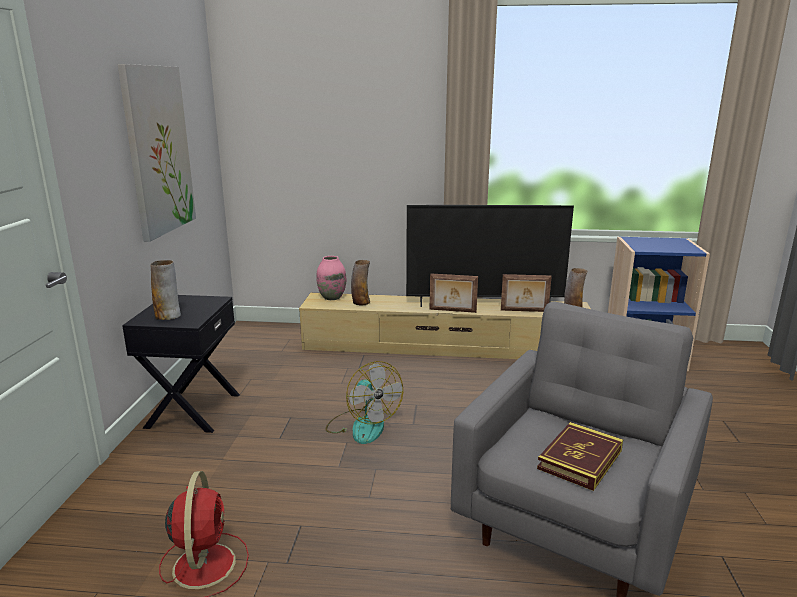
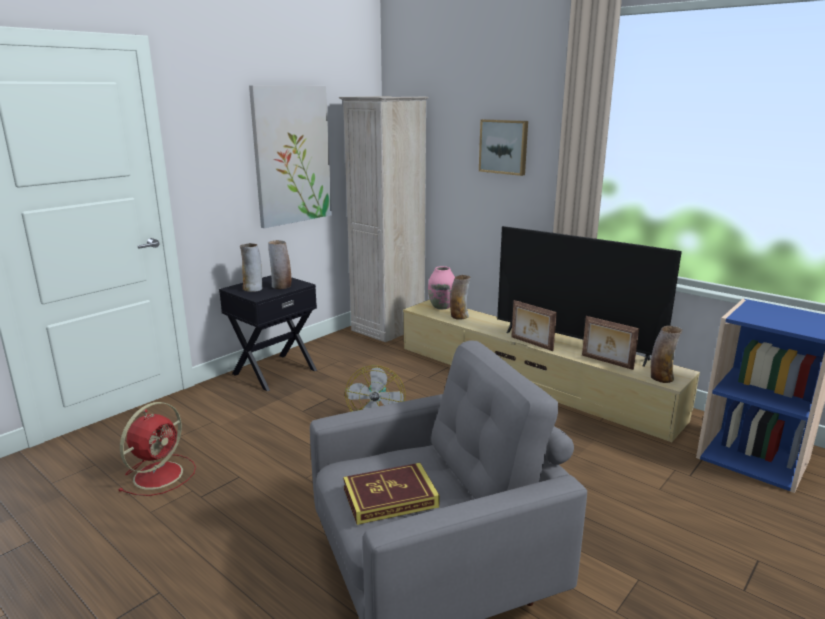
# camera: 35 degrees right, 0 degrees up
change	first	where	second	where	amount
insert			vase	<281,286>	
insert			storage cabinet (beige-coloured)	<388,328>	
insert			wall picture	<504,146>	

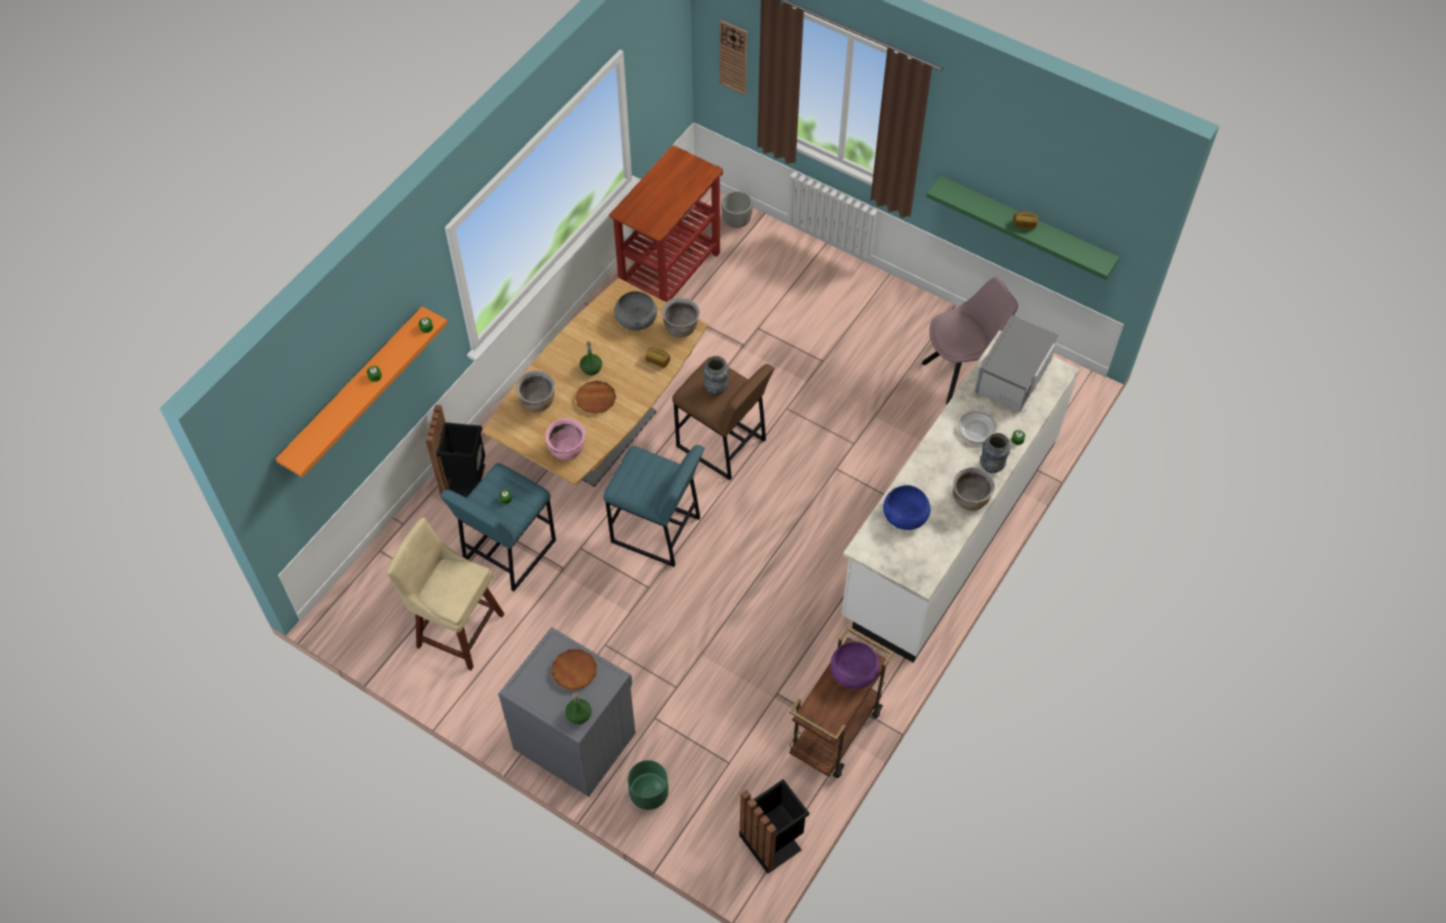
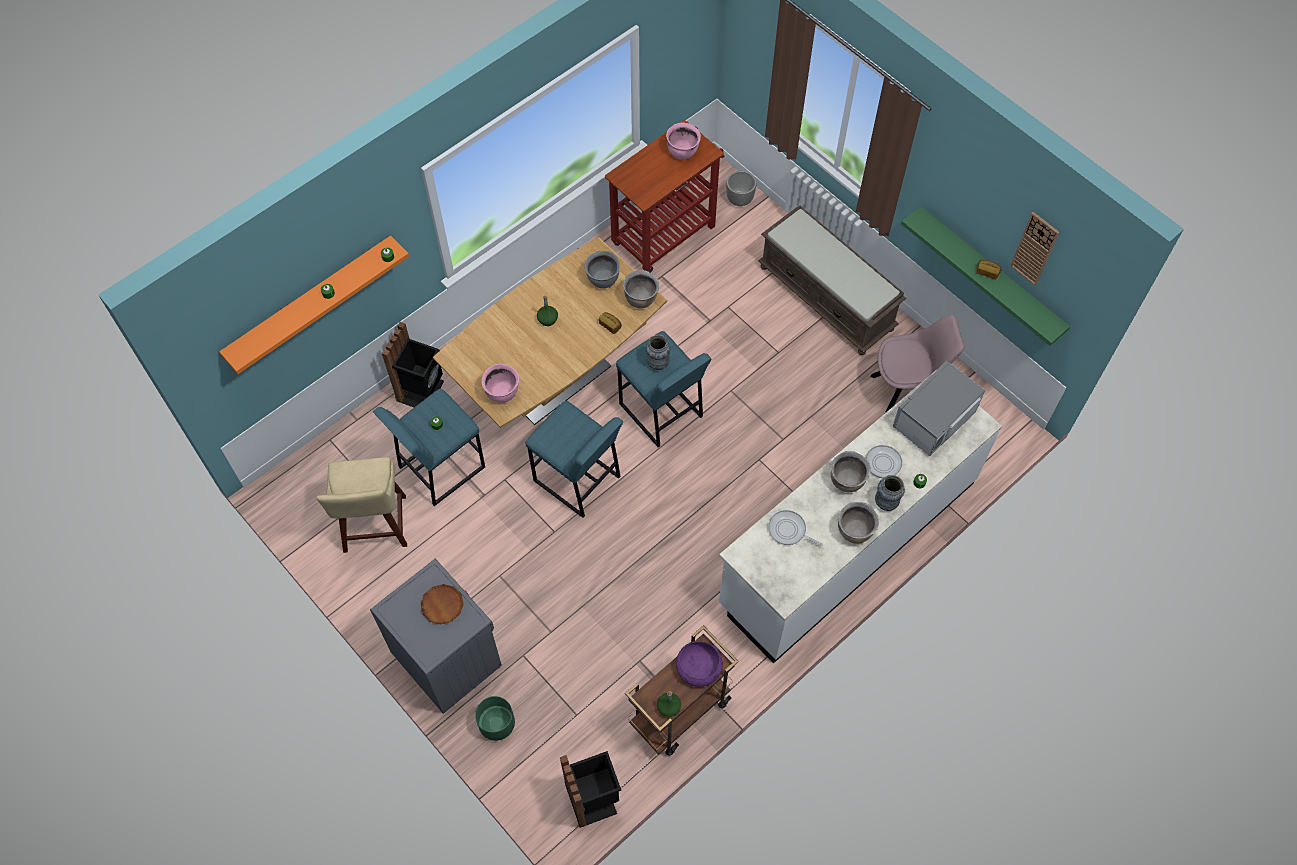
# camera: 15 degrees right, 5 degrees up
change	first	where	second	where	amount
rotate	upright chair (beige-coloured)	<456,628>		<374,528>	135 degrees counterclockwise
replace	serving bowl (greyish)	<636,318>	saucepot (greyish)	<603,280>	
recolor	sitting stool (brown)	<723,444>	sitting stool (blue-coloured)	<662,411>	
move	drink bottle (green)	<579,715>		<669,707>	
insert			saucepot (pink-coloured)	<682,152>	
insert			bench (brown)	<827,298>	
replace	serving bowl (blue-coloured)	<905,514>	frying pan	<789,531>	
move	saucepot (brown)	<538,403>		<847,481>	
move	wall clock	<733,57>		<1035,248>	
delete	flat dish (brown)	<596,399>			

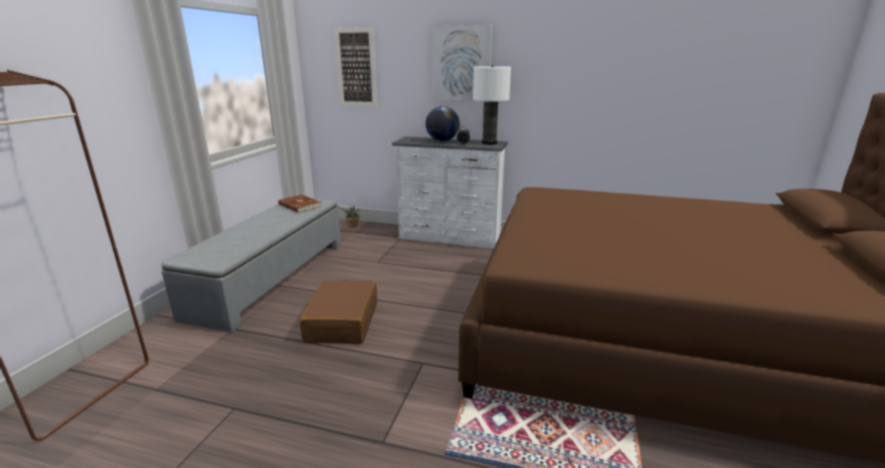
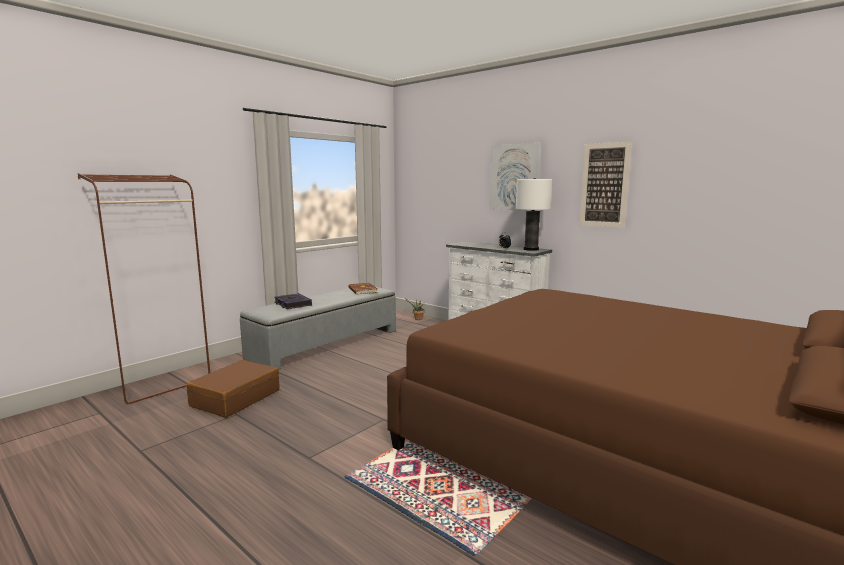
# camera: 25 degrees right, 10 degrees down
change	first	where	second	where	amount
move	travel case (brown)	<342,322>		<235,398>	
insert			volume	<292,304>	
move	wall picture	<356,68>		<604,185>	
delete	desk globe	<442,141>			

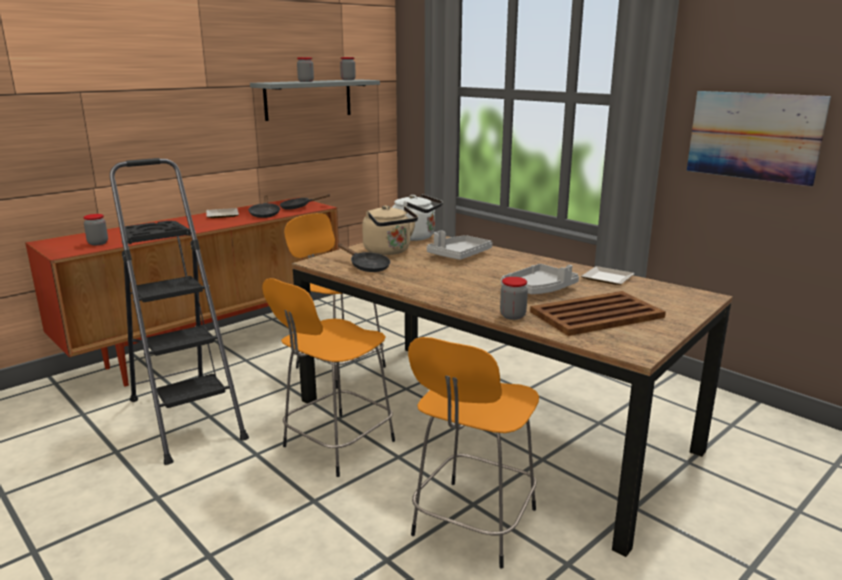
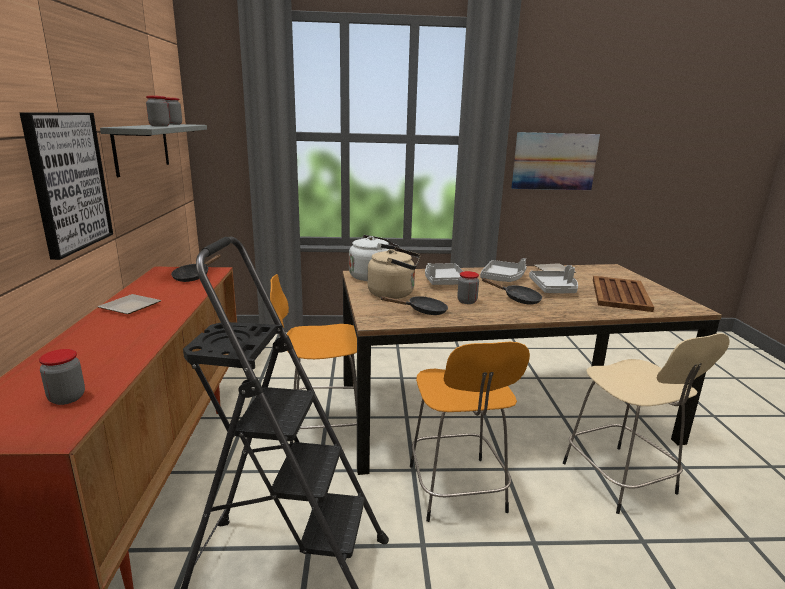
# camera: 50 degrees left, 0 degrees up
change	first	where	second	where	amount
insert			wall picture	<68,182>	
move	preserve jar	<512,316>		<467,301>	
insert			carrying tray (greyish)	<503,278>	
move	frying pan (black-coloured)	<264,214>		<518,299>	
recolor	sitting stool (orangey)	<472,525>	sitting stool (beige-coloured)	<621,480>	

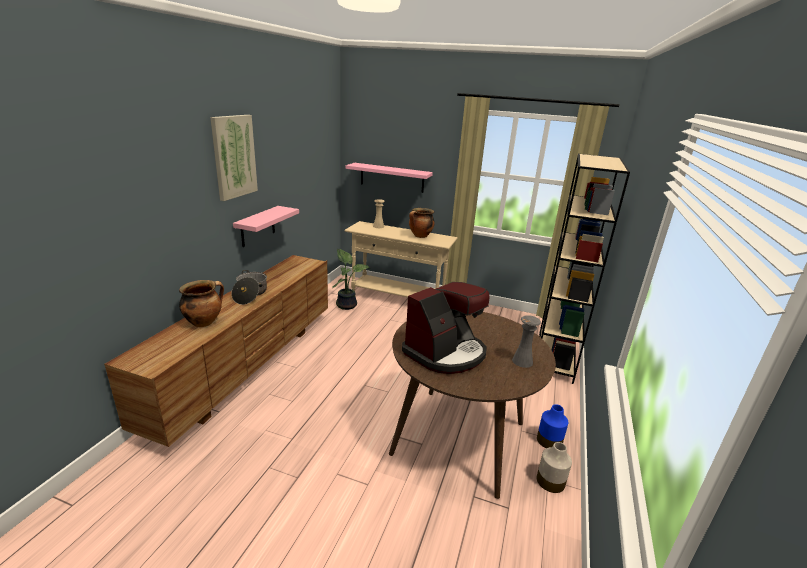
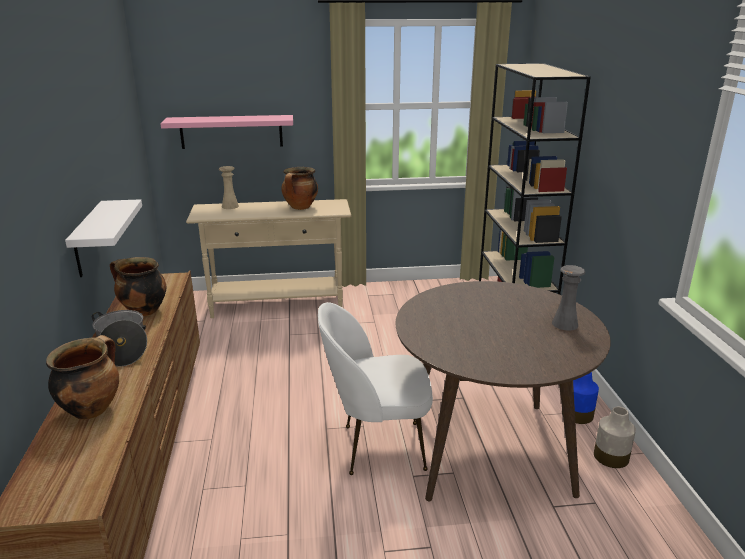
# camera: 25 degrees left, 0 degrees up
change	first	where	second	where	amount
recolor	shelf (pink-coloured)	<258,226>	shelf (white-coloured)	<88,239>	
insert			saucepot	<143,311>	
insert			upright chair (white-coloured)	<375,448>	
delete	wall picture	<234,156>			
delete	houseplant	<347,305>			
delete	coffee maker	<445,353>			

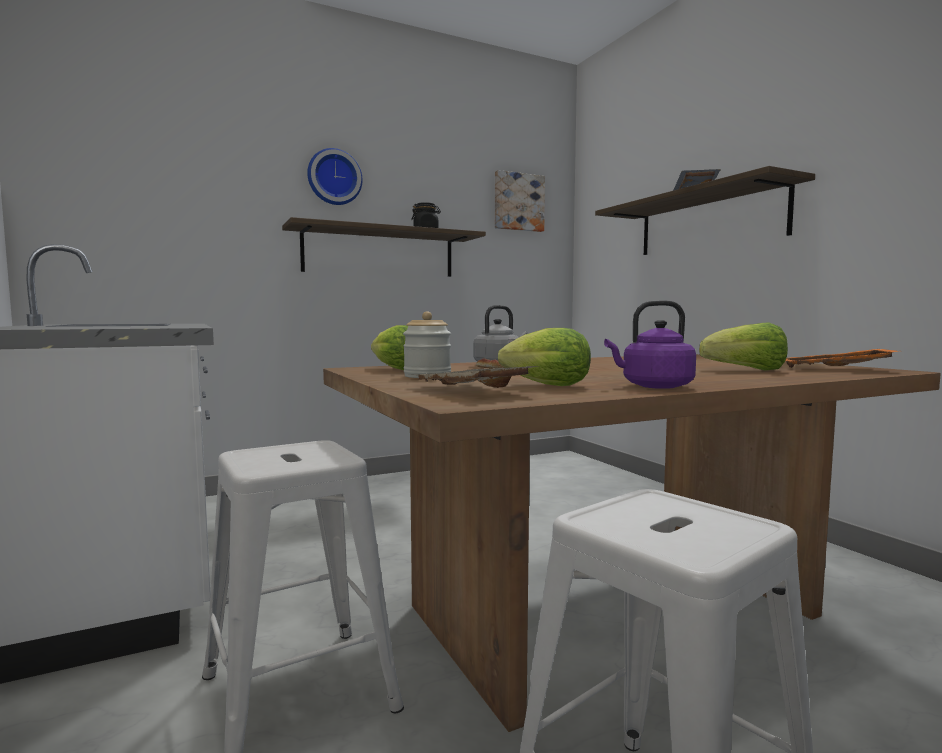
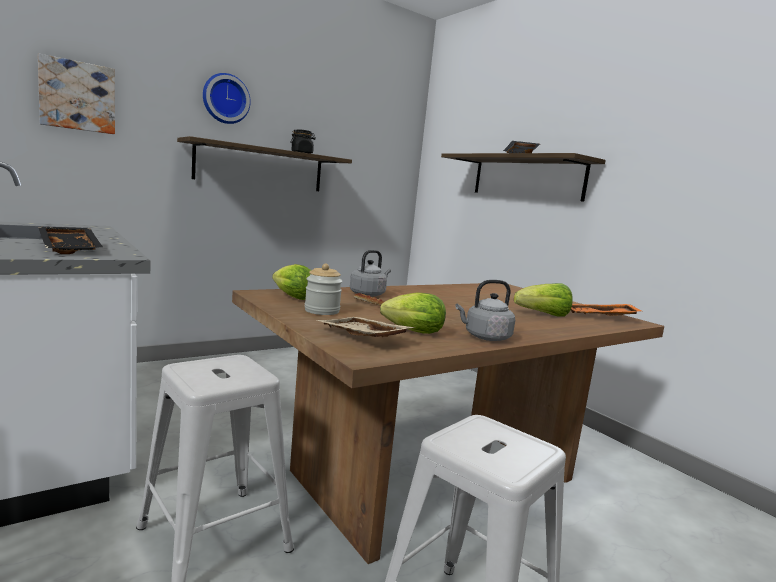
# camera: 10 degrees left, 5 degrees up
change	first	where	second	where	amount
move	wall picture	<518,202>		<77,96>	
insert			carrying tray (black-coloured)	<72,249>	
recolor	kettle (purple)	<653,386>	kettle (greyish)	<485,337>	

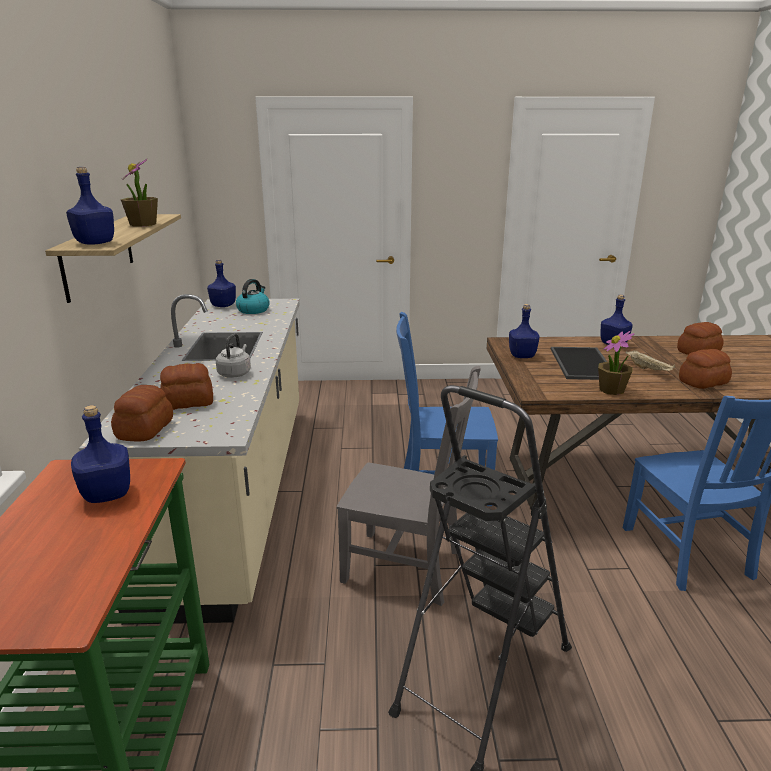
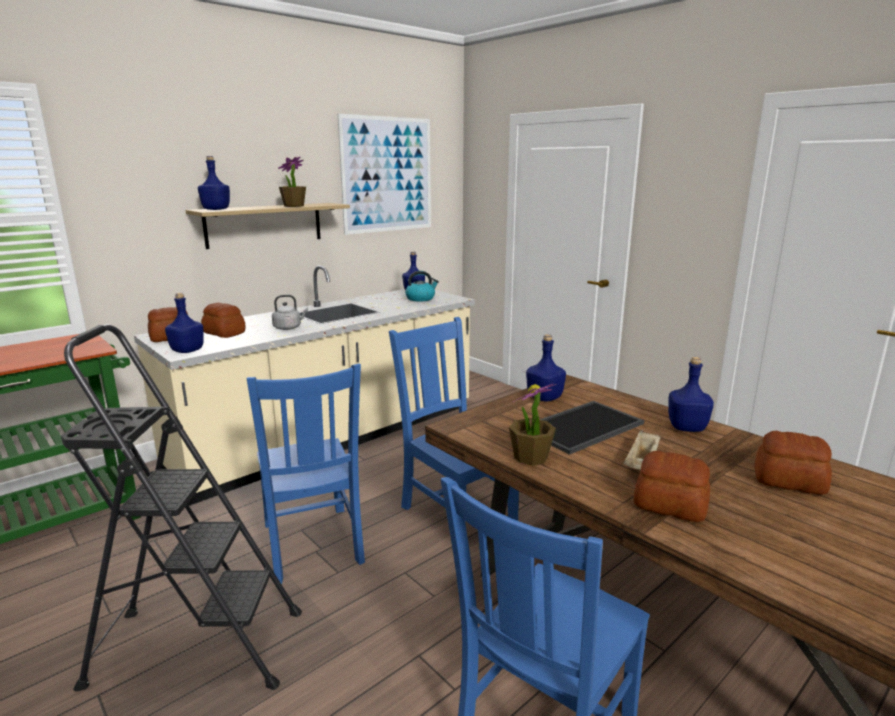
# camera: 50 degrees right, 5 degrees down
change	first	where	second	where	amount
move	drink bottle (blue-coloured)	<107,495>		<187,351>	
recolor	upright chair (greyish)	<407,567>	upright chair (blue-coloured)	<312,545>	
insert			wall picture	<387,175>	

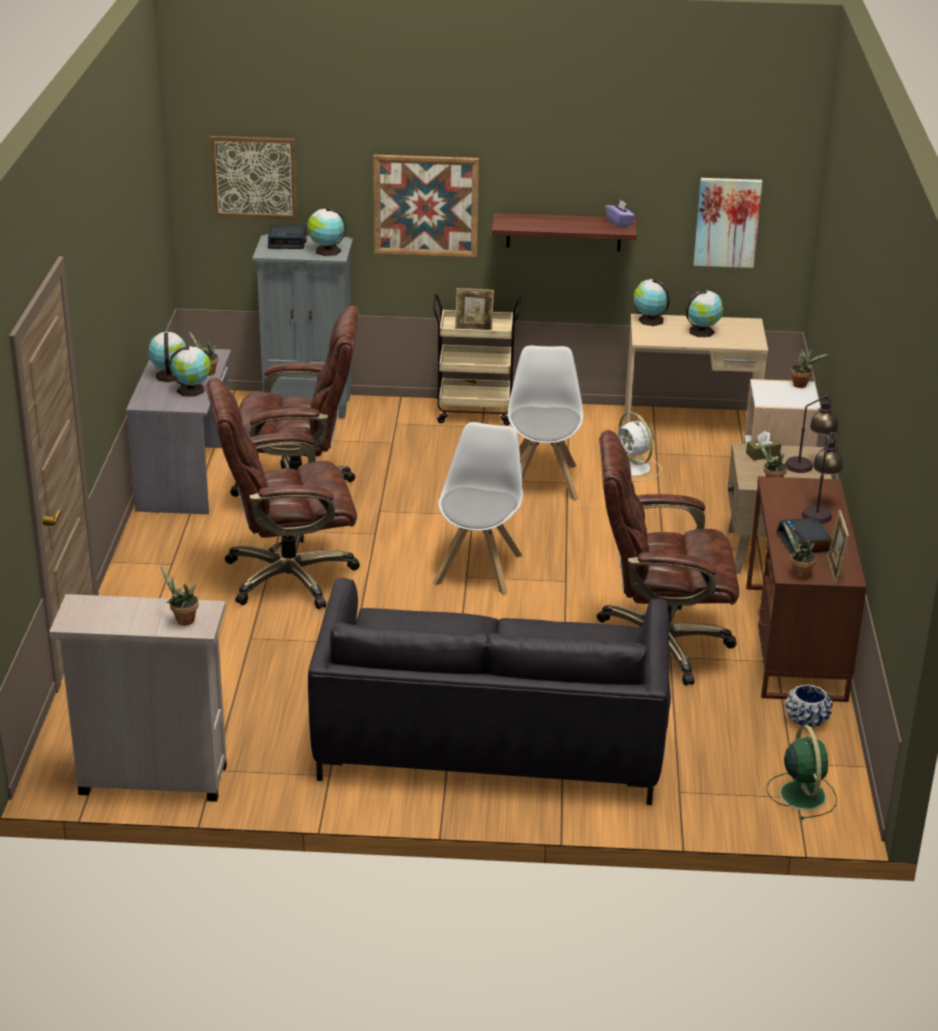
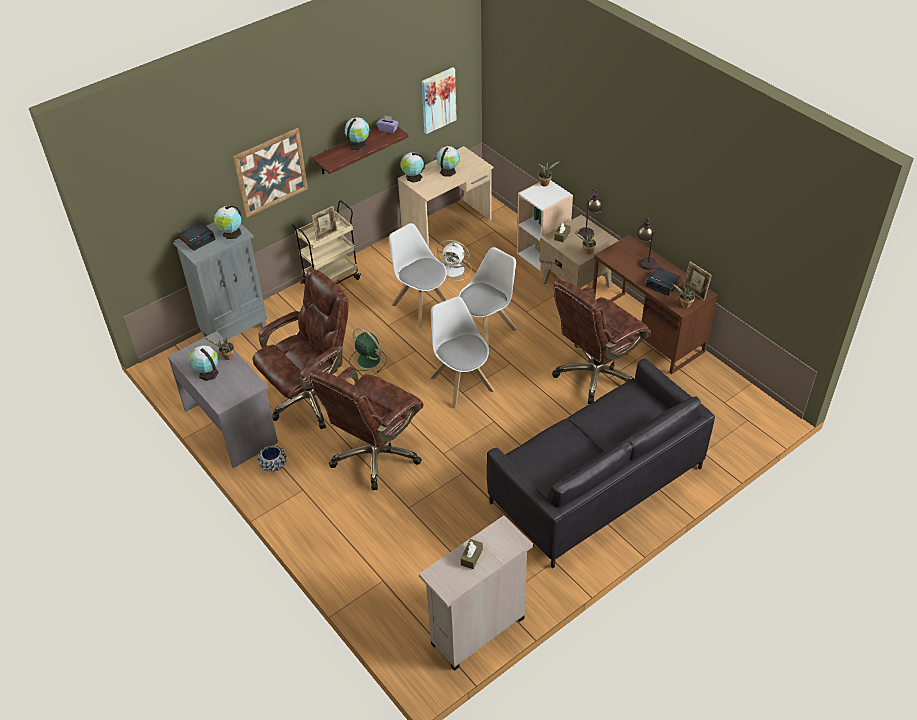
# camera: 40 degrees left, 15 degrees up
change	first	where	second	where	amount
move	plant pot (blue-coloured)	<806,719>		<273,465>	
move	desk globe	<192,390>		<358,144>	
move	cooling fan (green)	<802,794>		<367,359>	
insert			upright chair	<486,330>	
insert			box of tissues (brown)	<471,557>	
delete	houseplant	<182,620>			
delete	wall picture	<254,176>			

